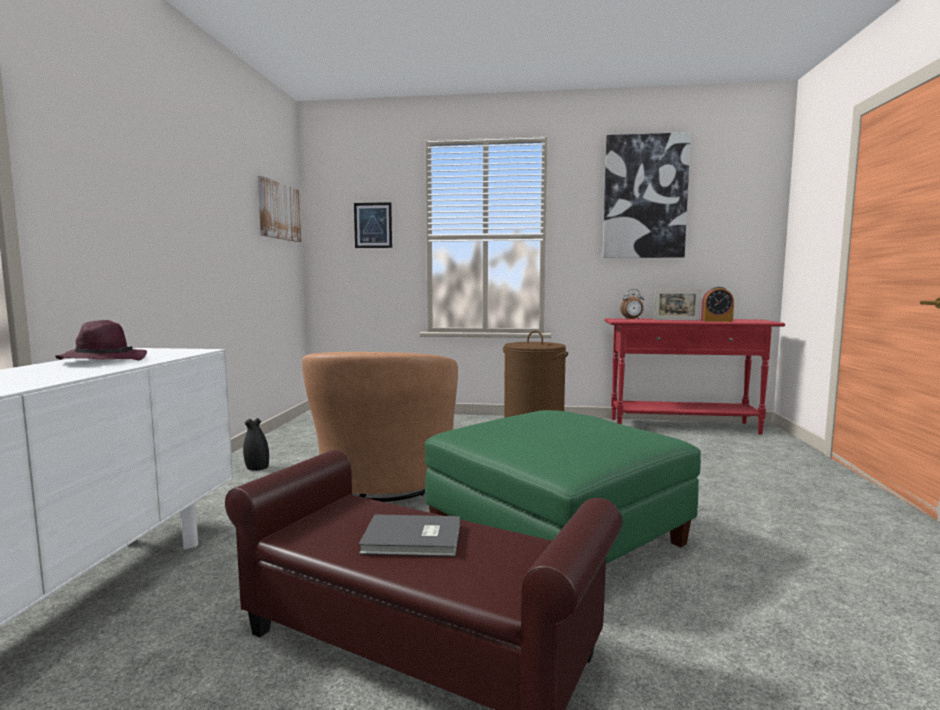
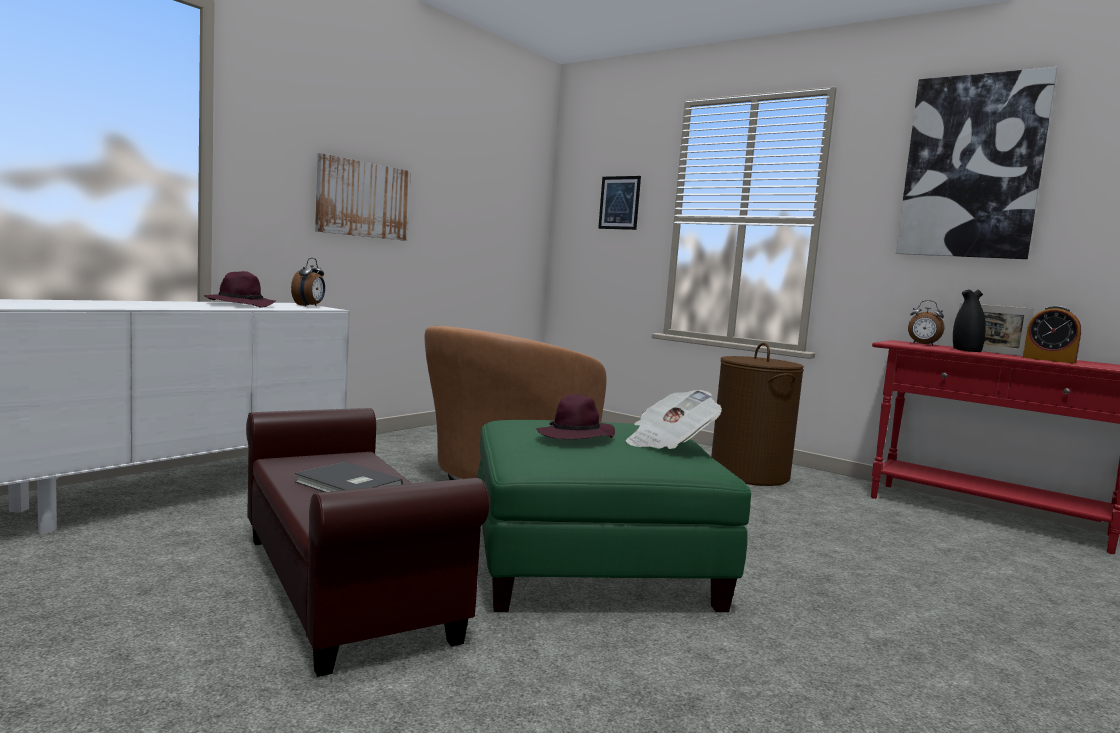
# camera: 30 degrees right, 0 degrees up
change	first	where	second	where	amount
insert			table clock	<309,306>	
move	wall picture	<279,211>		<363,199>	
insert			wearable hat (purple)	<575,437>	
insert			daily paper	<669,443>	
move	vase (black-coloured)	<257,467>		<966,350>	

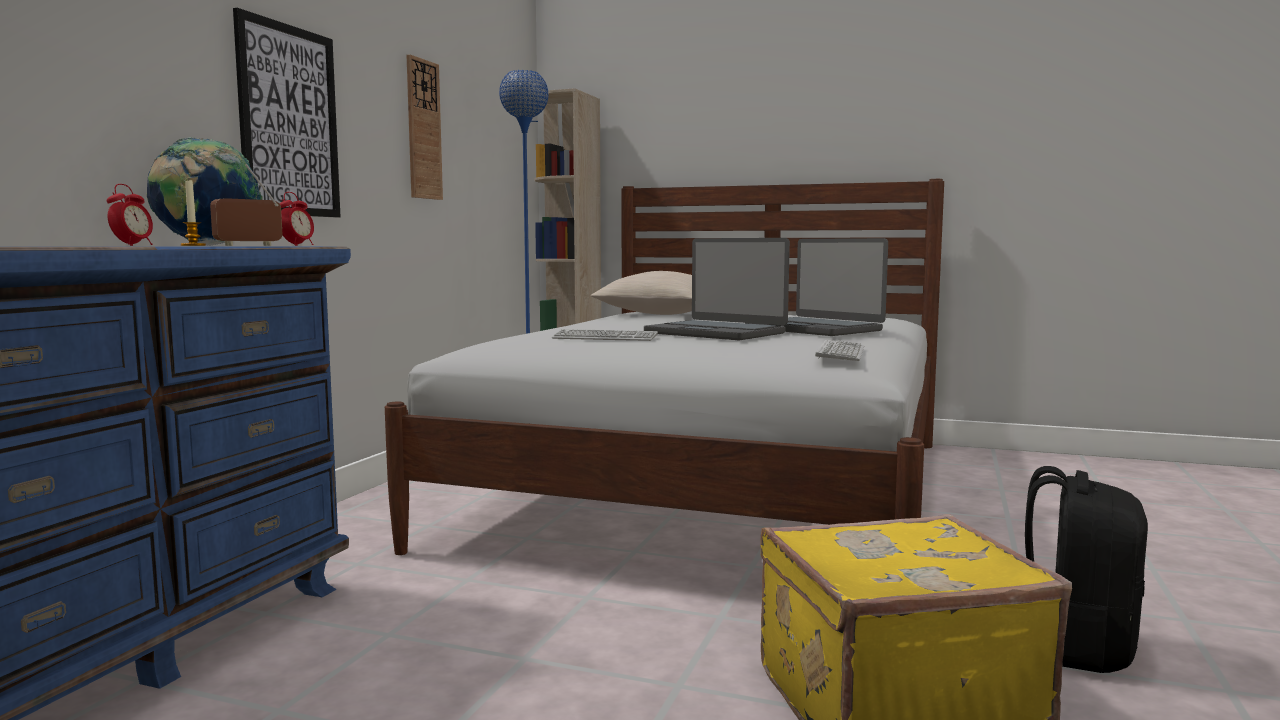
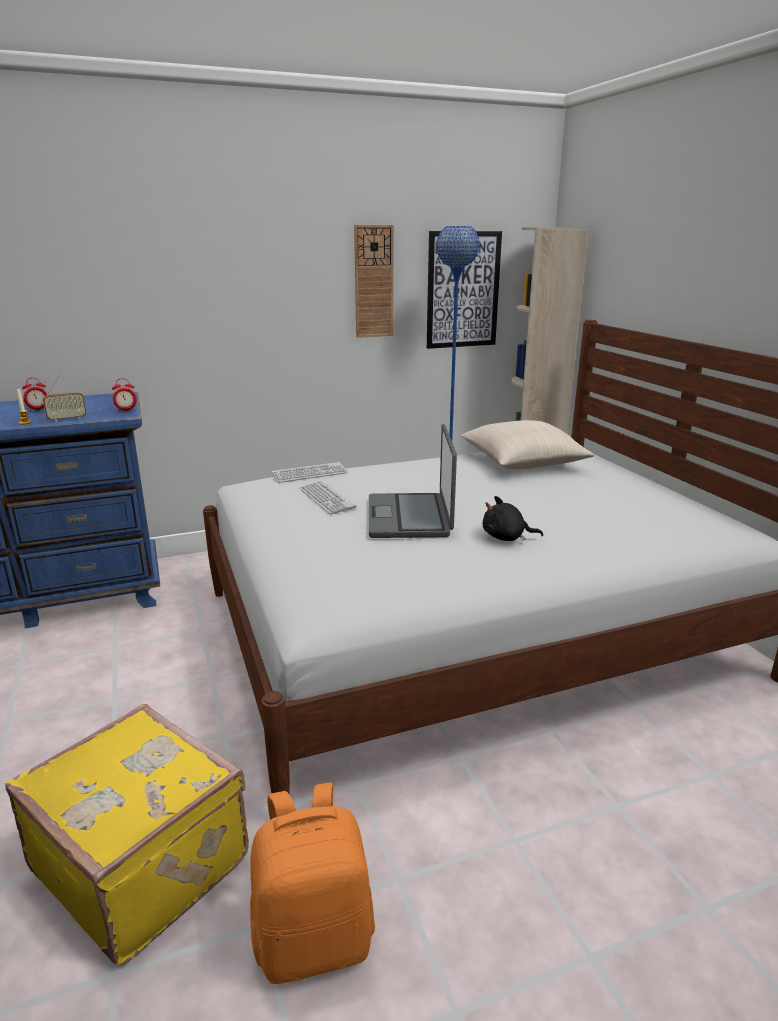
# camera: 50 degrees right, 15 degrees up
change	first	where	second	where	amount
rotate	radio	<249,245>		<67,419>	150 degrees clockwise
recolor	rucksack (black-coloured)	<1074,647>	rucksack (orangey)	<314,938>	
move	keyboard	<841,353>		<310,474>	
move	wall picture	<289,121>		<463,290>	
replace	portable computer	<814,329>	cuddly toy (black-coloured)	<506,537>	
delete	desk globe	<207,245>			

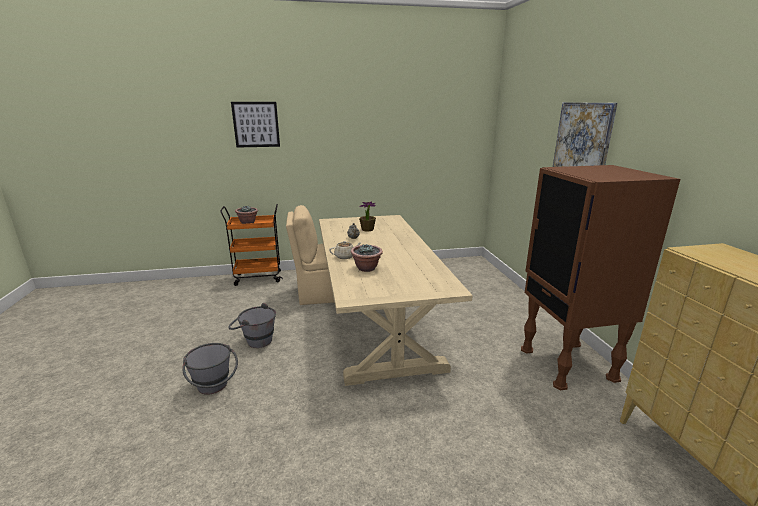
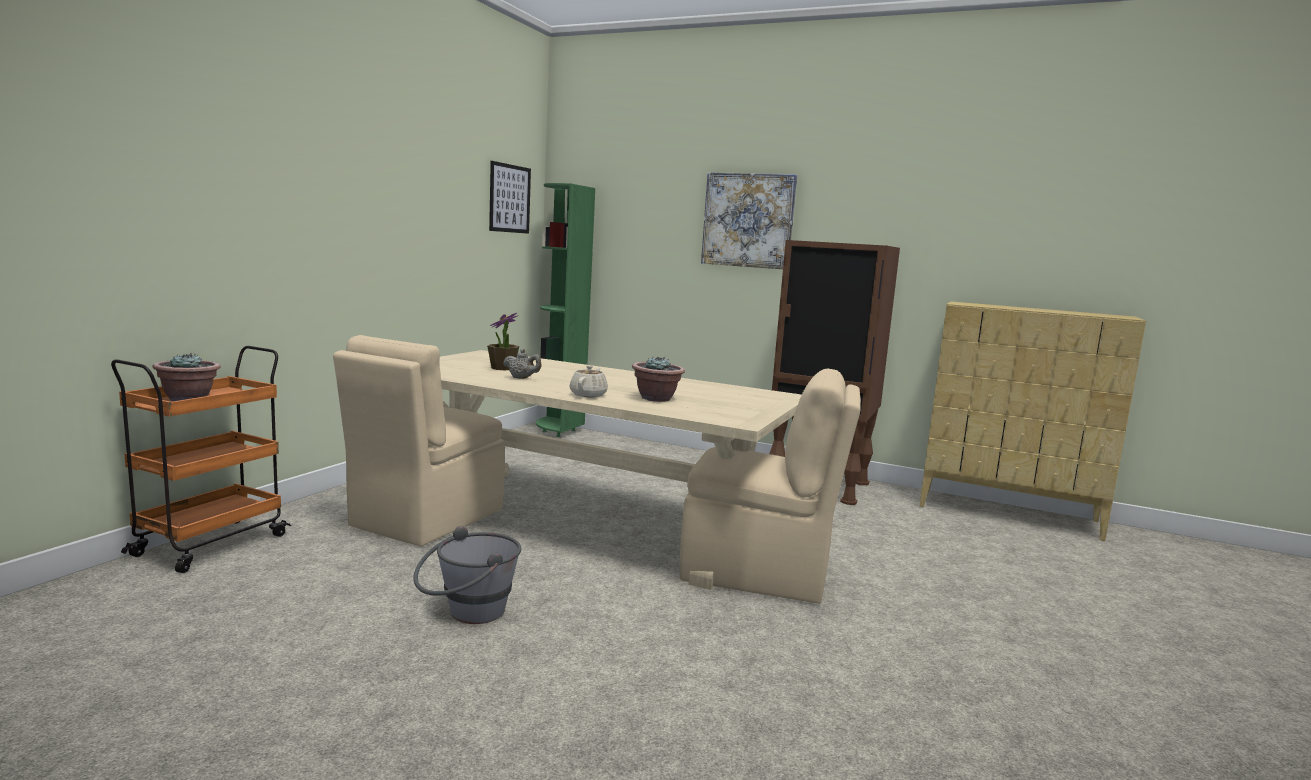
# camera: 55 degrees left, 10 degrees down
change	first	where	second	where	amount
move	wall picture	<256,124>		<509,198>	
insert			shelving unit (green)	<556,431>	
insert			upright chair (beige-coloured)	<760,572>	
delete	pail (greyish)	<214,388>			

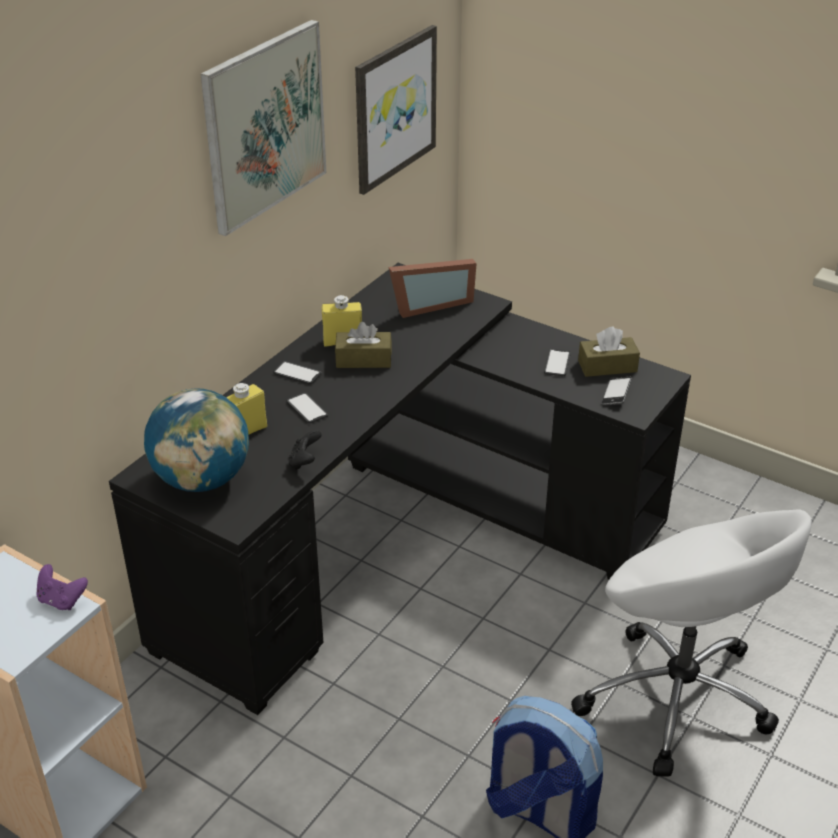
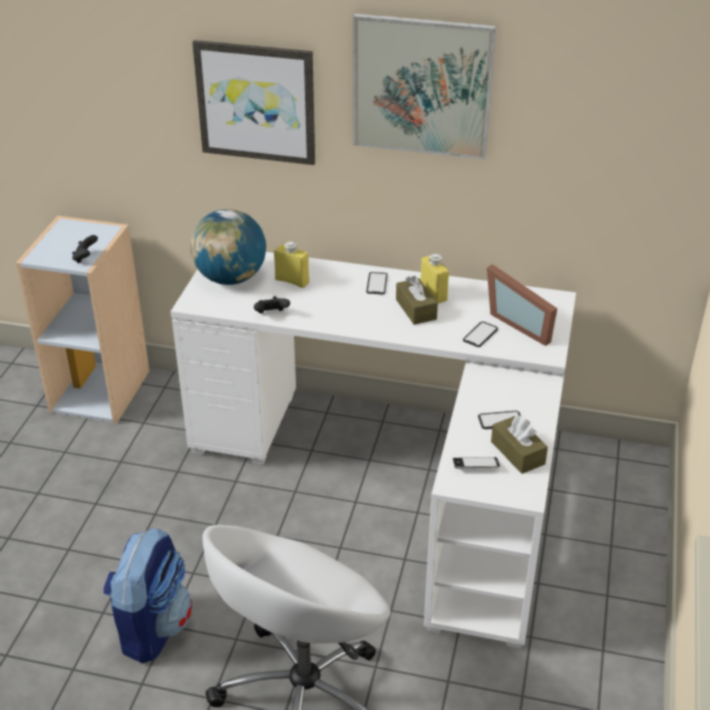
# camera: 70 degrees right, 0 degrees up
change	first	where	second	where	amount
recolor	joypad (purple)	<62,600>	joypad (black-coloured)	<85,258>	
recolor	desk table (black-coloured)	<399,542>	desk table (white-coloured)	<401,475>	
move	wall picture	<394,108>		<256,102>	
move	phone	<307,408>		<480,335>	

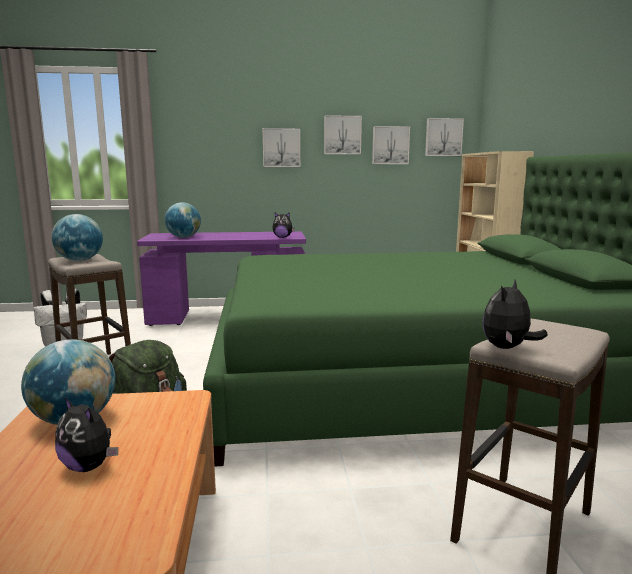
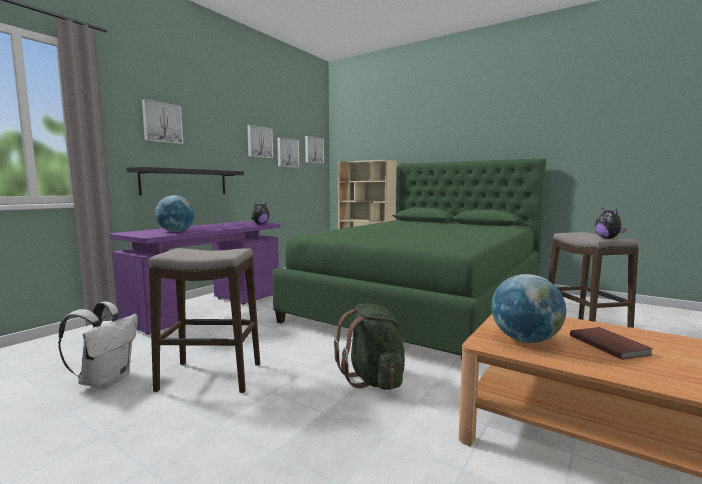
# camera: 50 degrees left, 5 degrees down
change	first	where	second	where	amount
insert			shelf (black-coloured)	<185,182>	
move	wall picture	<281,148>		<162,123>	
replace	cuddly toy	<89,466>	volume (brown)	<609,344>	
delete	desk globe	<80,260>			

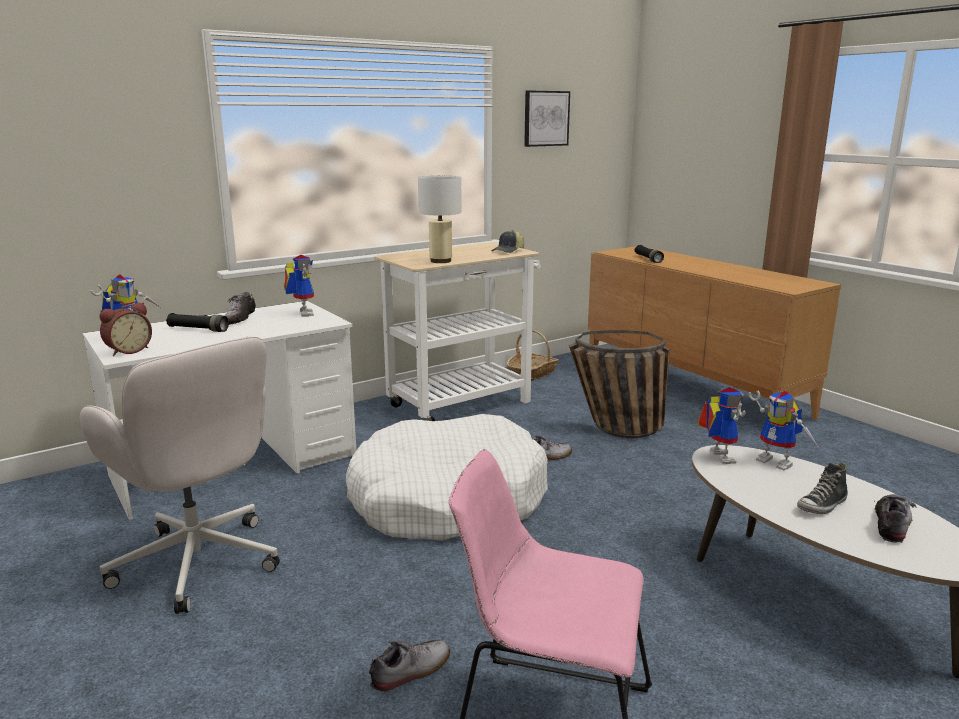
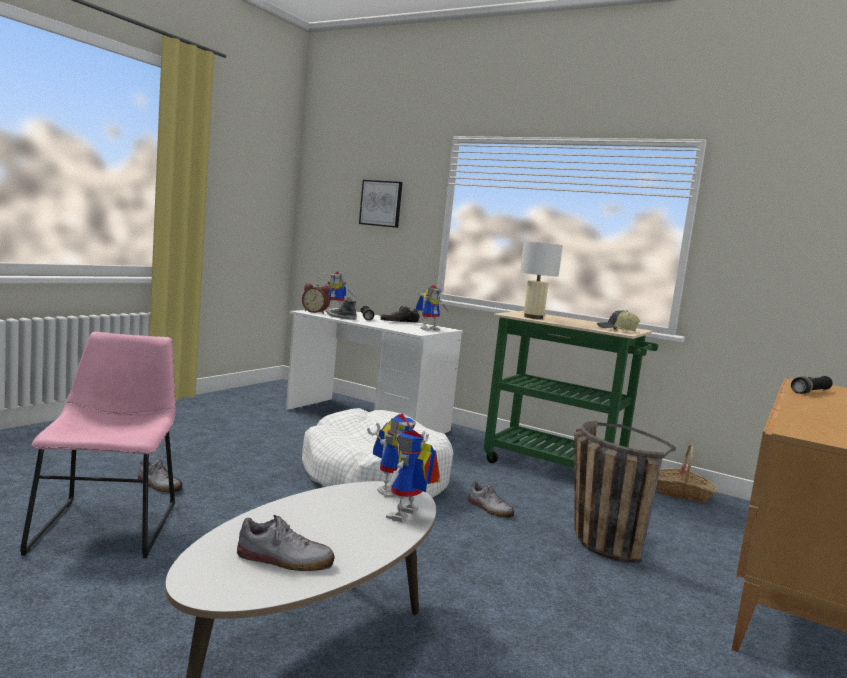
# camera: 65 degrees right, 10 degrees down
change	first	where	second	where	amount
move	item of footwear	<822,505>		<340,318>	
move	wall picture	<546,118>		<381,203>	
recolor	trolley (white-coloured)	<461,404>	trolley (green)	<555,470>	
delete	office chair (white-coloured)	<196,563>			

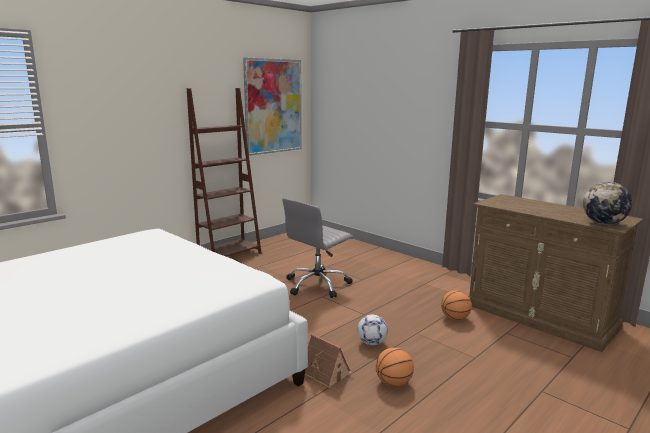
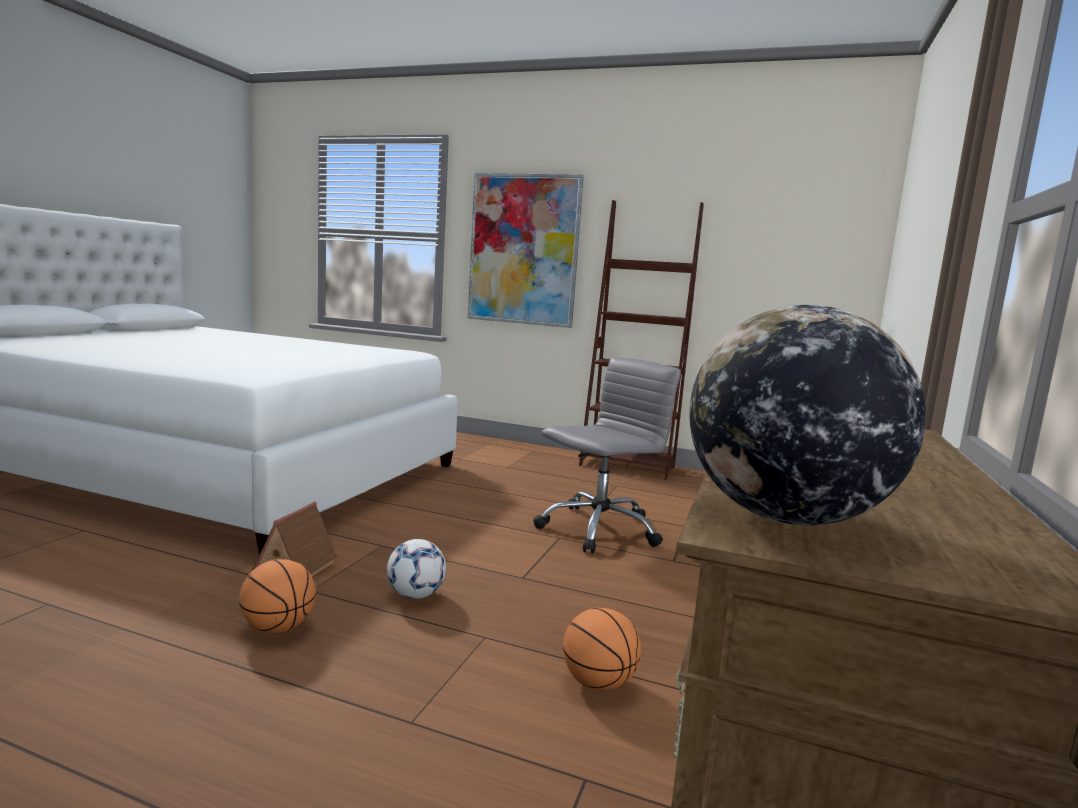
# camera: 65 degrees right, 5 degrees down
change	first	where	second	where	amount
move	wall picture	<273,106>		<523,250>	
rotate	office chair (greyish)	<317,285>		<599,529>	120 degrees clockwise

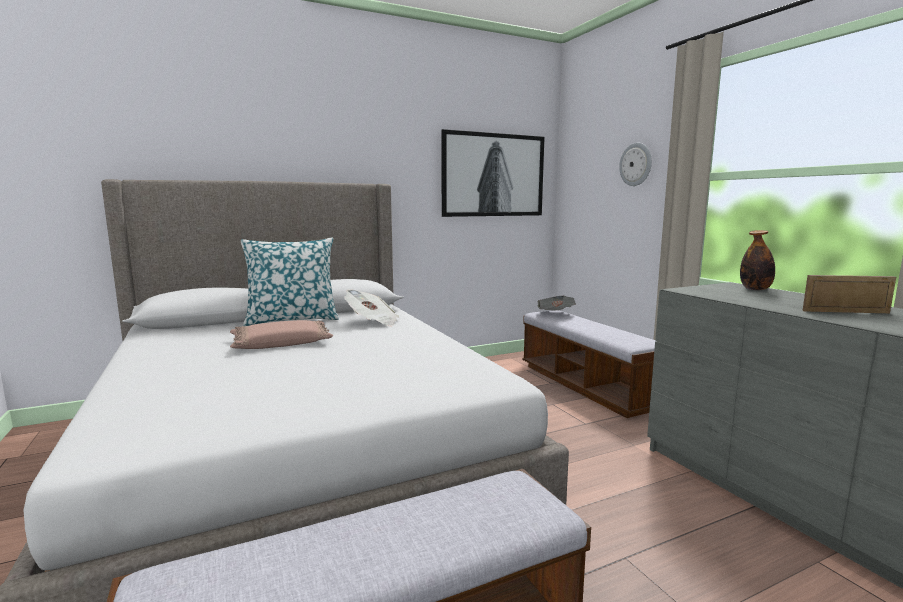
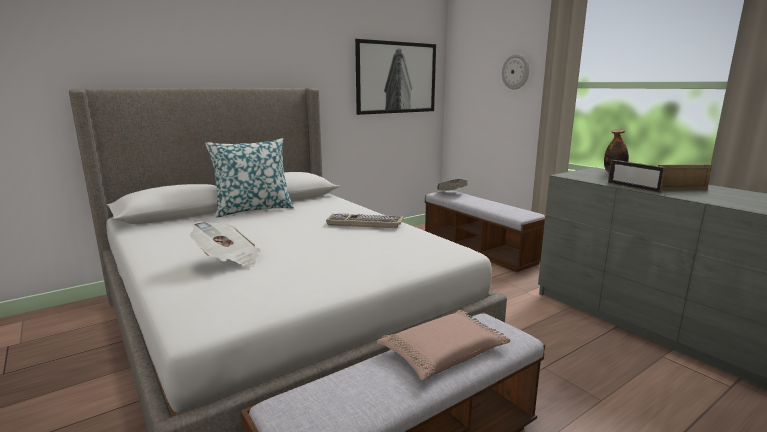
# camera: 10 degrees left, 5 degrees up
change	first	where	second	where	amount
move	daily paper	<373,322>		<229,260>	
insert			keyboard	<364,223>	
move	throw pillow (beige-coloured)	<281,341>		<443,349>	
insert			standing frame	<633,187>	

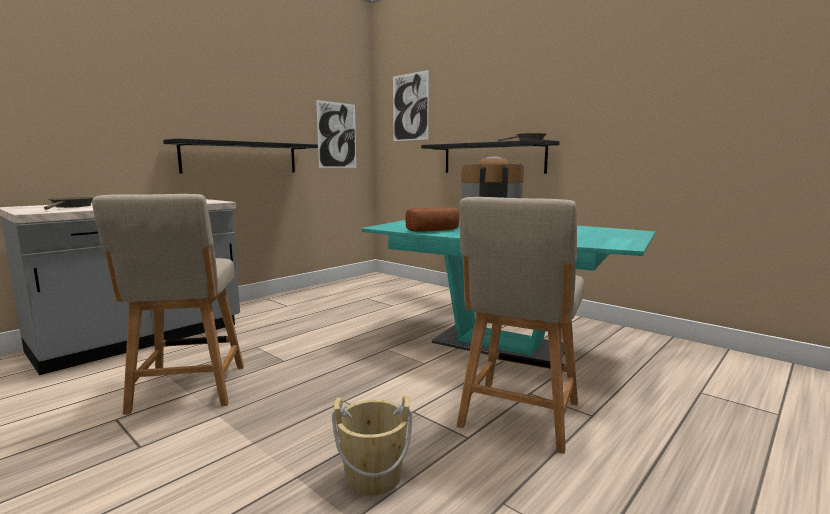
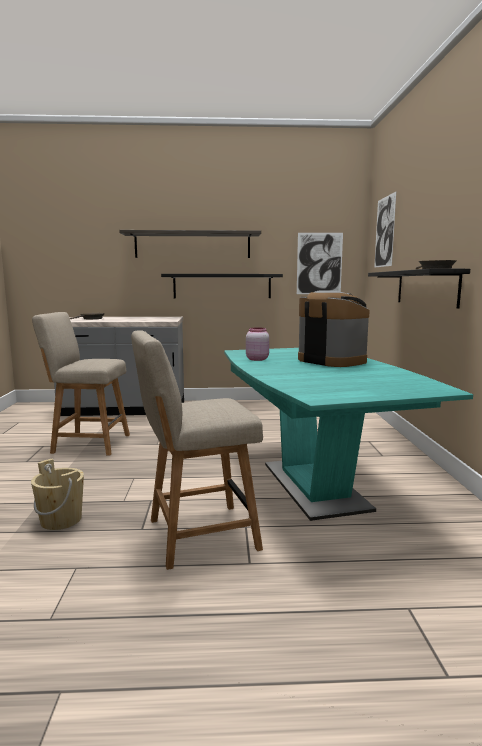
# camera: 45 degrees right, 0 degrees up
change	first	where	second	where	amount
rotate	upright chair (beige-coloured)	<187,391>		<88,443>	60 degrees clockwise
insert			shelf	<192,245>	
replace	bakery bread	<434,230>	preserve jar (pink-coloured)	<257,359>	

